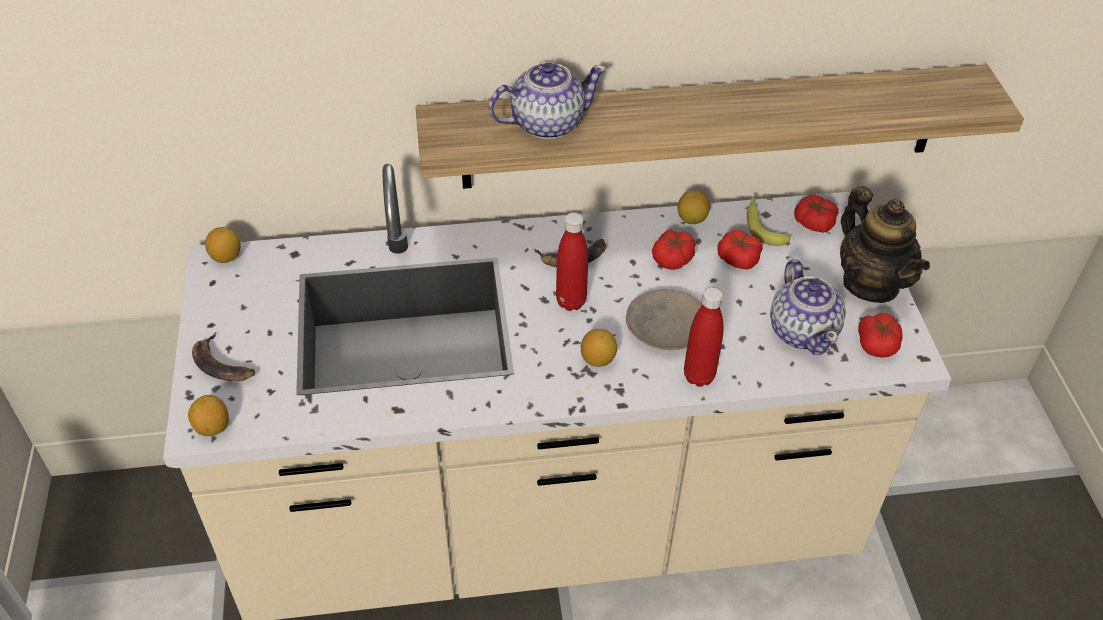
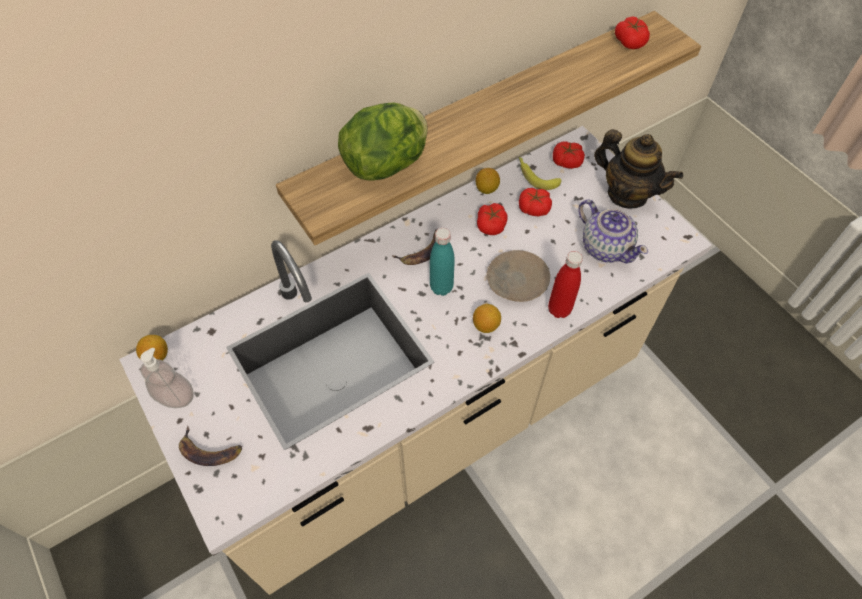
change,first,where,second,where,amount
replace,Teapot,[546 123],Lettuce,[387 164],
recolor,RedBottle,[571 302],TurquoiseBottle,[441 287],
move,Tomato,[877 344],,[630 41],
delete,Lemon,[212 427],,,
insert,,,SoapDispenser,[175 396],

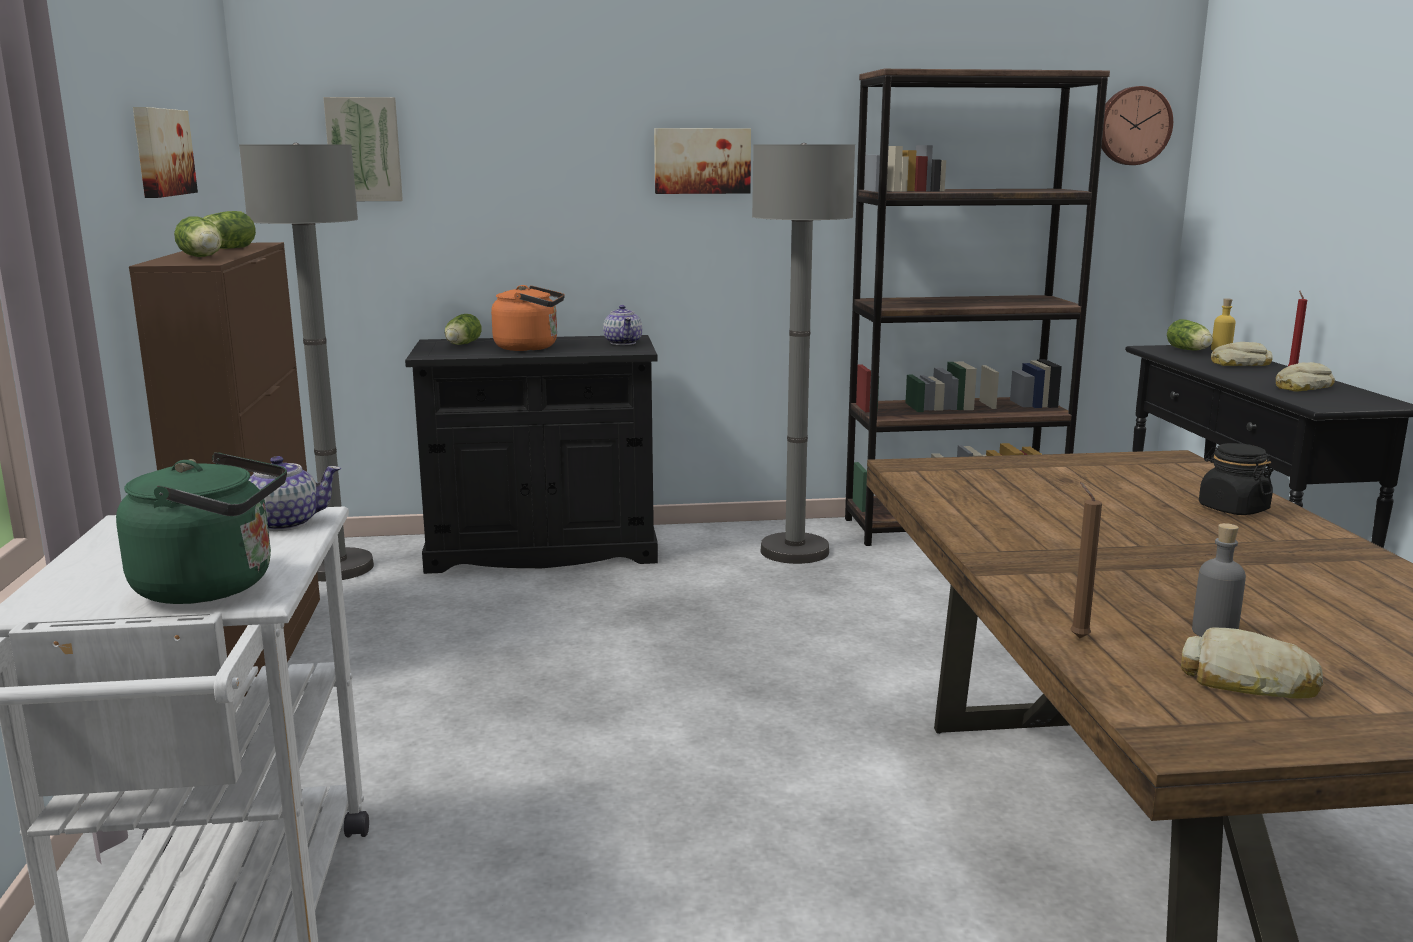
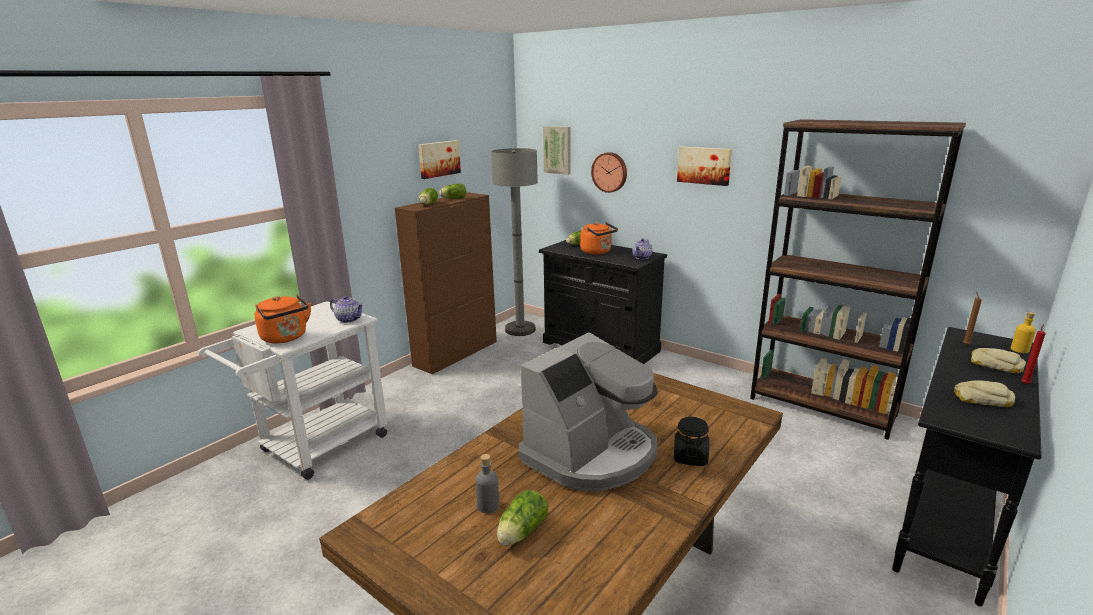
change,first,where,second,where,amount
move,WallClock,[1132 126],,[610 172],
delete,GreyFloorLamp,[794 551],,,
move,Lettuce,[1189 350],,[520 533],
recolor,GreenKettle,[214 586],OrangeKettle,[286 338],
move,BrownCandle,[1077 637],,[965 344],
delete,Bread,[1249 681],,,
insert,,,CoffeeMachine,[591 454],

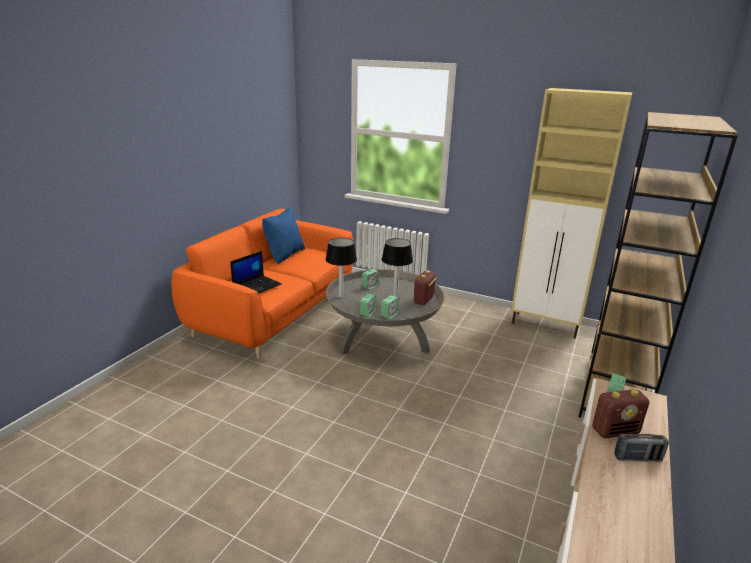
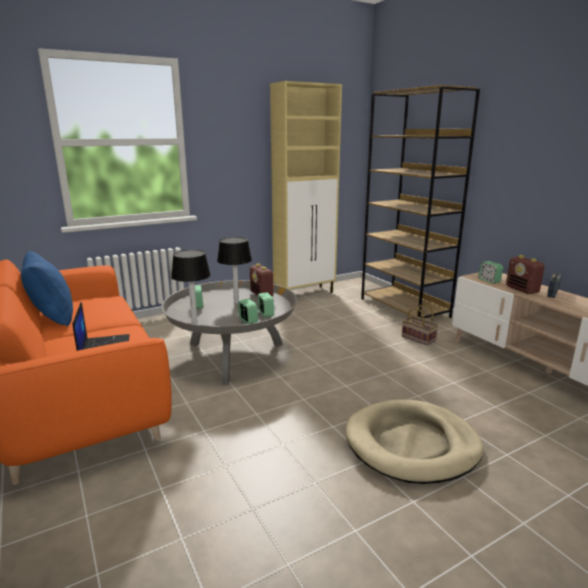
change,first,where,second,where,amount
rotate,Radio,[615 431],,[522 290],135 degrees clockwise
insert,,,Basket,[419 338],
insert,,,BeigeDogBed,[412 444],

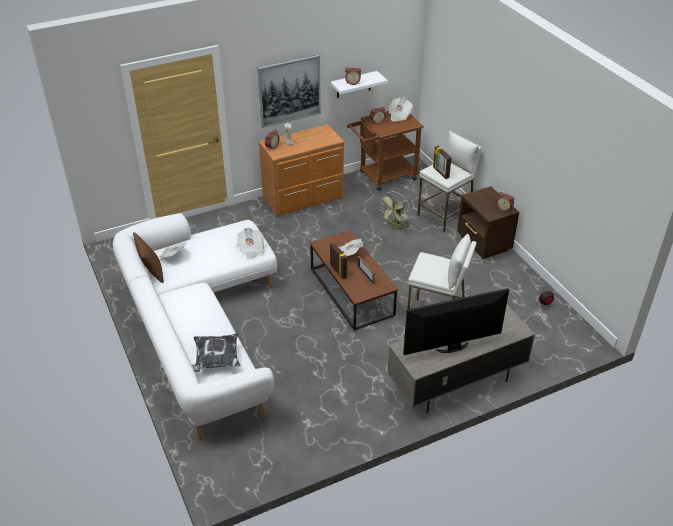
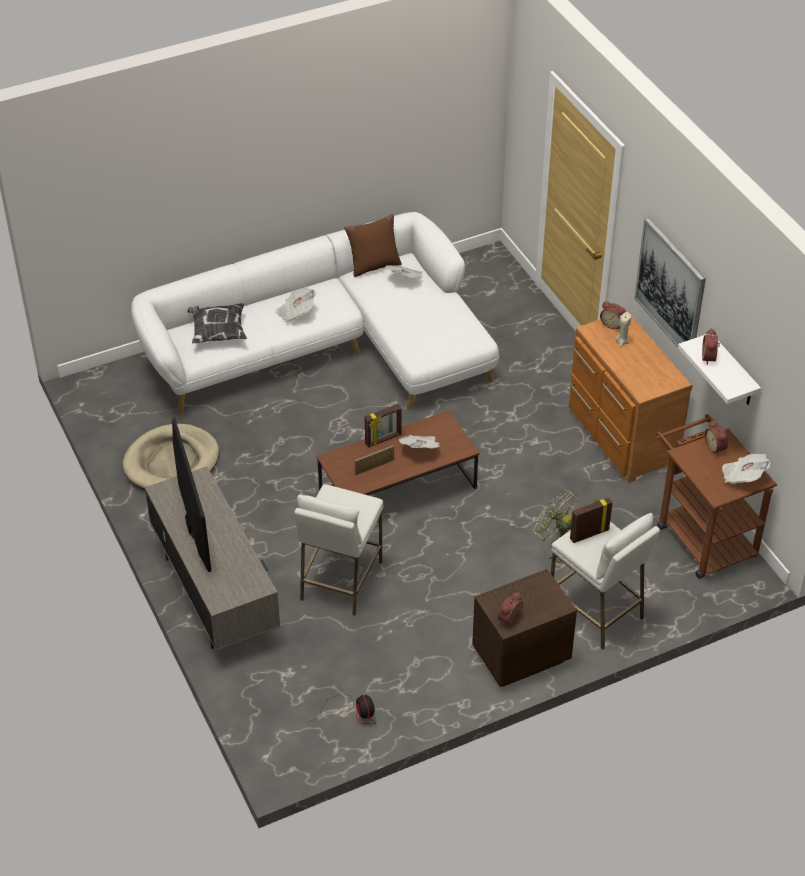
change,first,where,second,where,amount
move,Newspaper,[251 249],,[296 312],
insert,,,BeigeDogBed,[172 462],

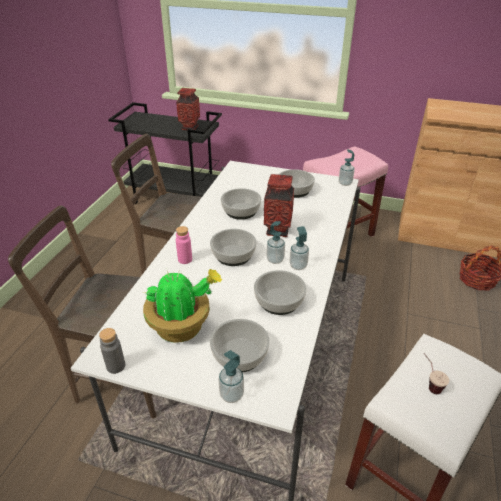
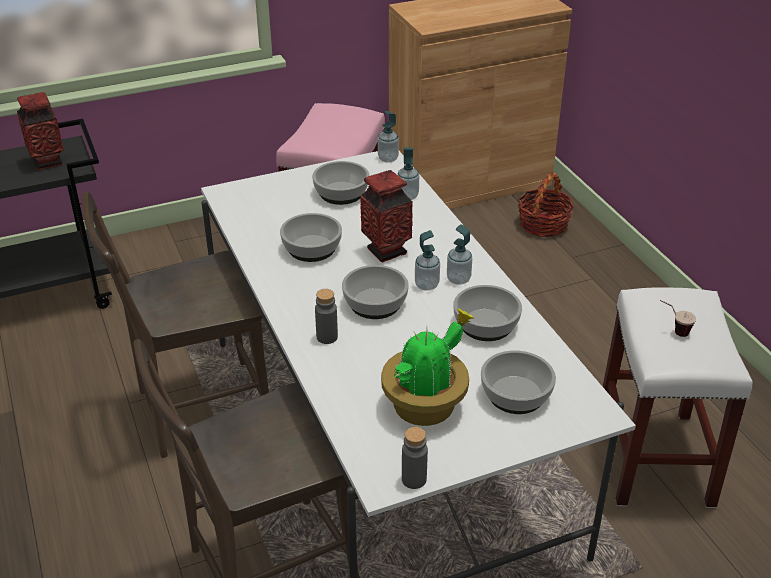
change,first,where,second,where,amount
recolor,PinkBottle,[185 259],GreyBottle,[327 337],
move,SoapDispenser,[231 395],,[407 196],

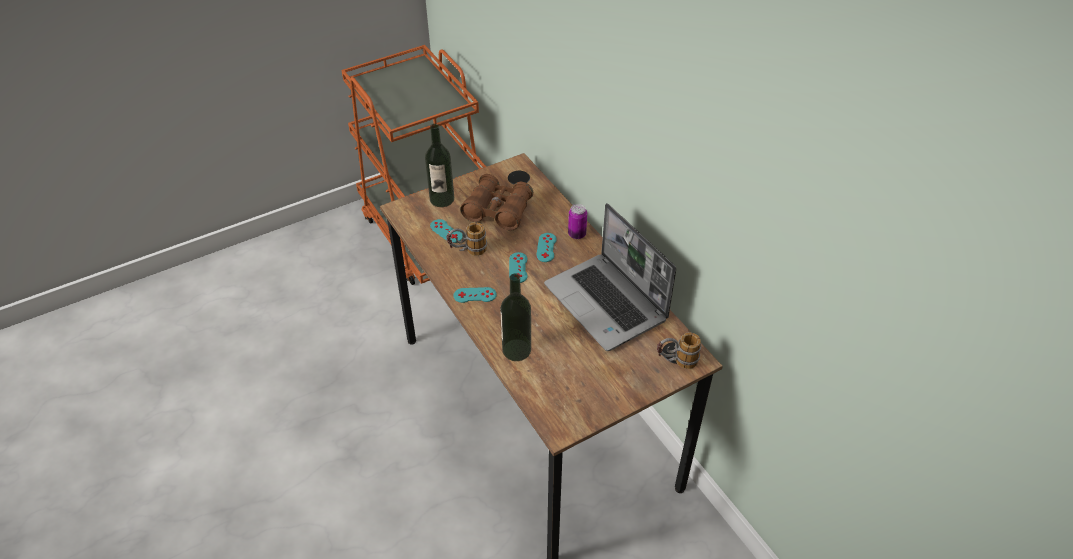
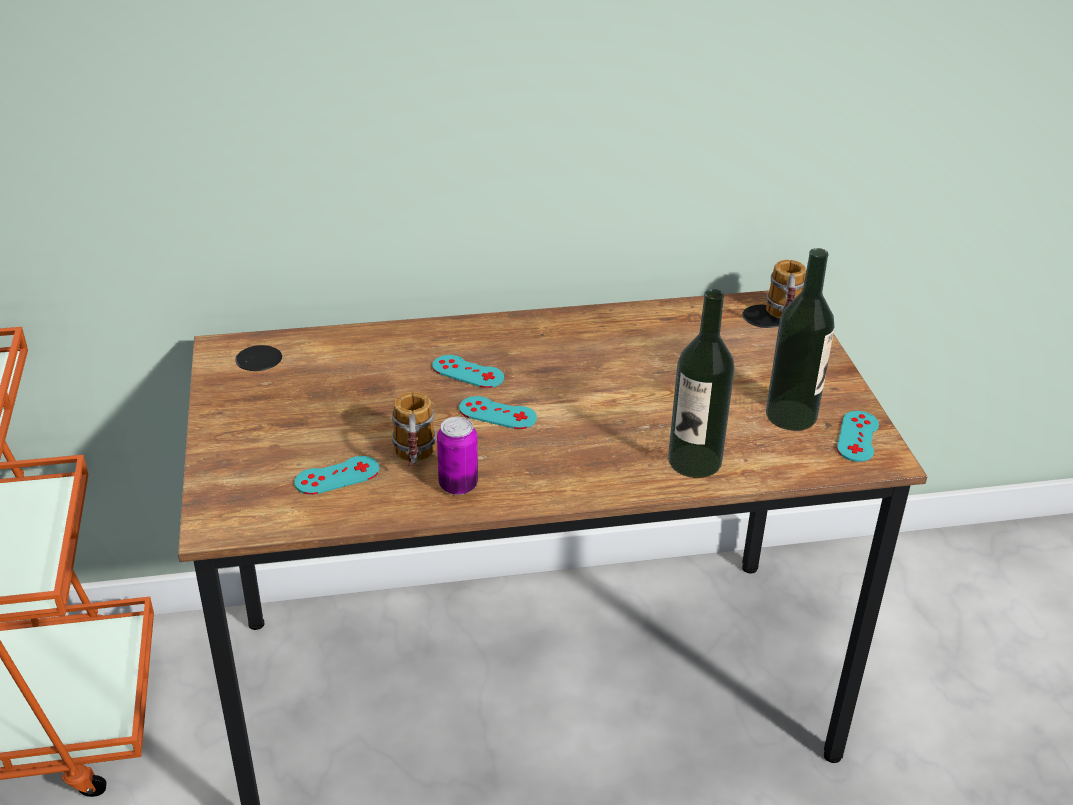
change,first,where,second,where,amount
move,Bottle,[442 199],,[791 415],
delete,BrownBinoculars,[498 211],,,
delete,Laptop,[607 303],,,
move,Can,[577 234],,[458 485],
move,TurquoiseGameController,[475 295],,[857 436],

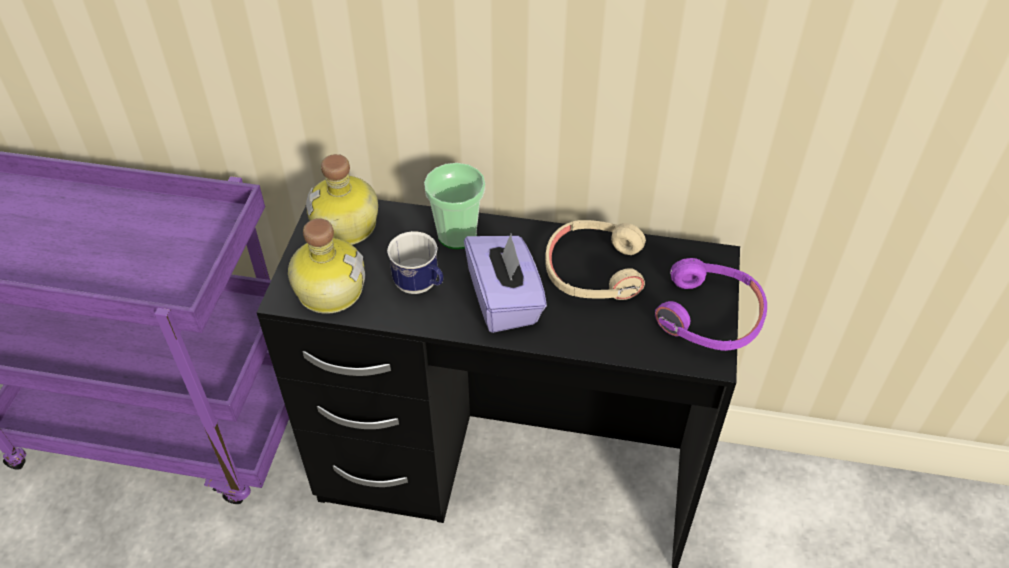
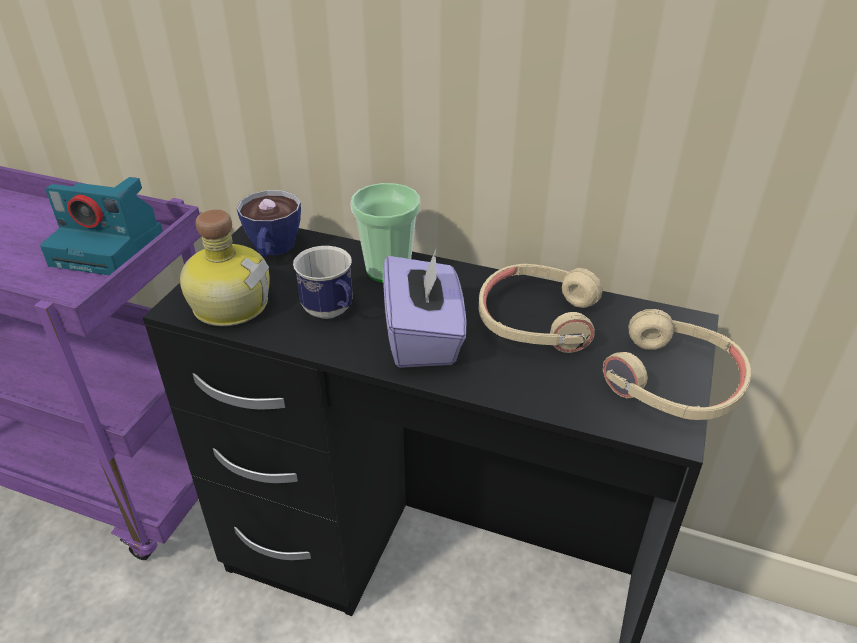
change,first,where,second,where,amount
replace,Bottle,[347 226],Cup,[273 250],
recolor,PurpleHeadphones,[710 316],BeigeHeadphones,[674 382],
insert,,,PhotoCamera,[110 247],

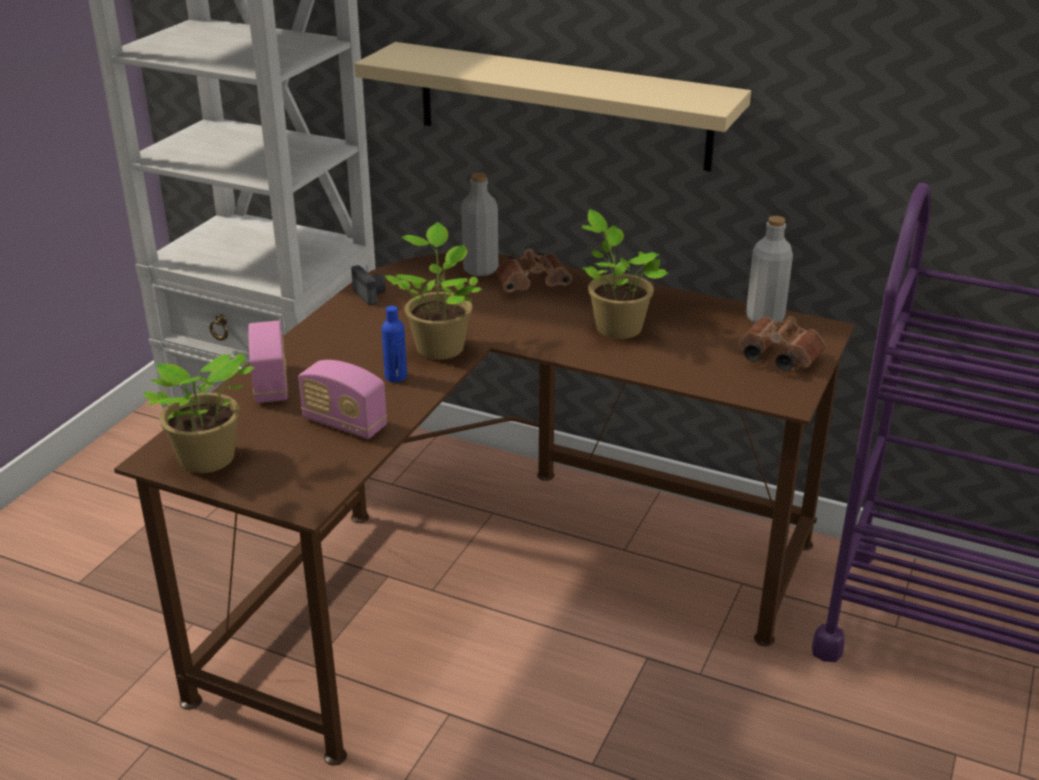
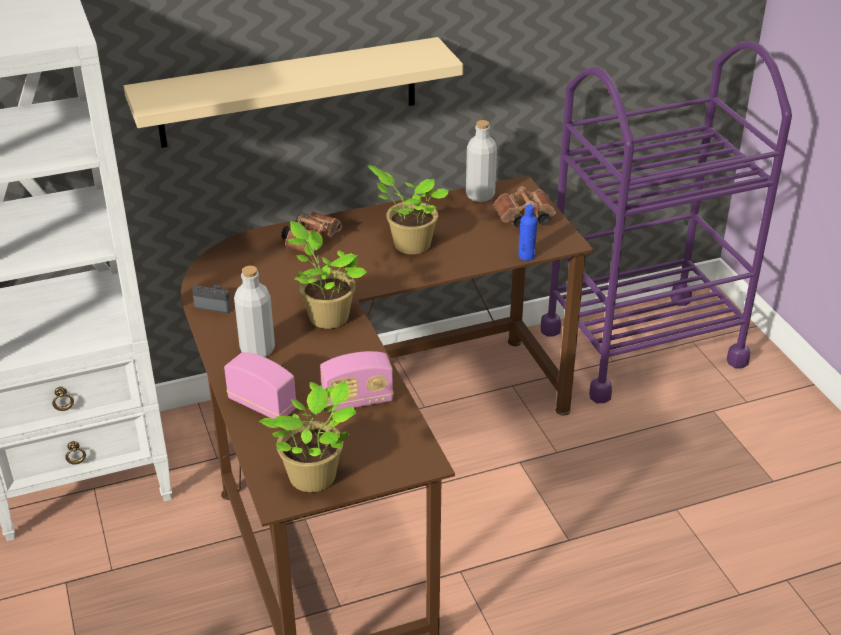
change,first,where,second,where,amount
move,GreyBottle,[480 269],,[257 350],
move,BlueBottle,[395 377],,[526 256],

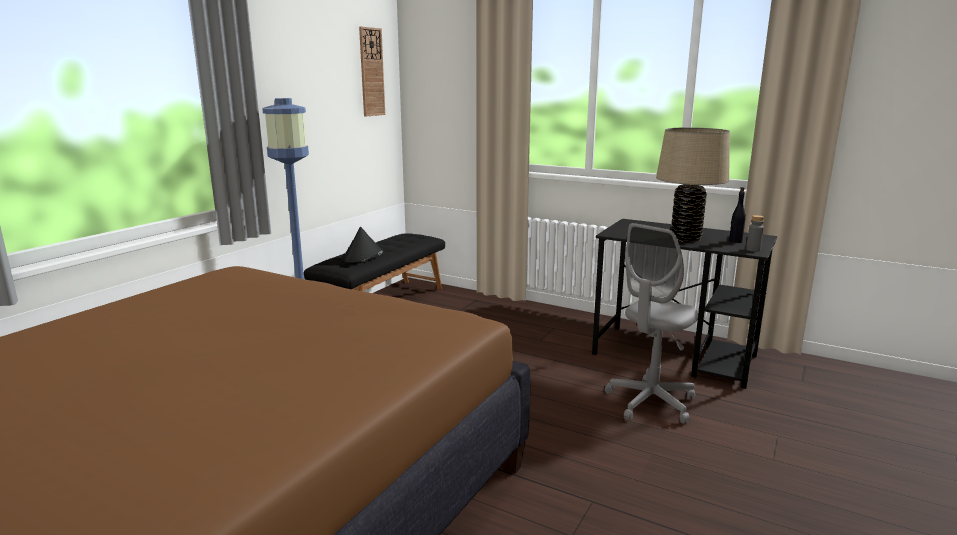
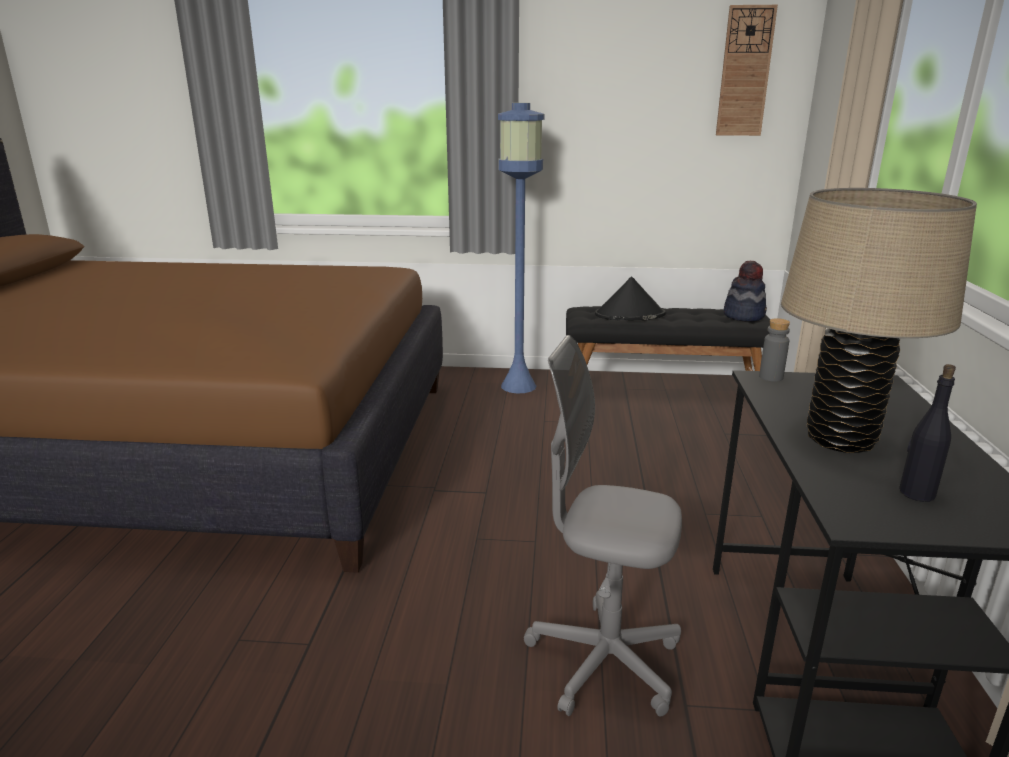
change,first,where,second,where,amount
move,GreyBottle,[753 250],,[771 377],
insert,,,Hat,[744 315],

